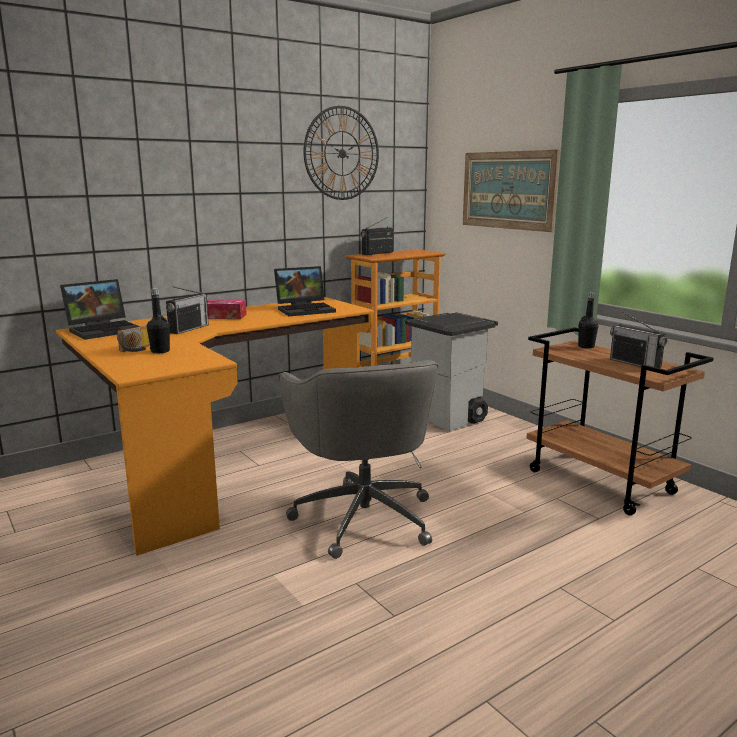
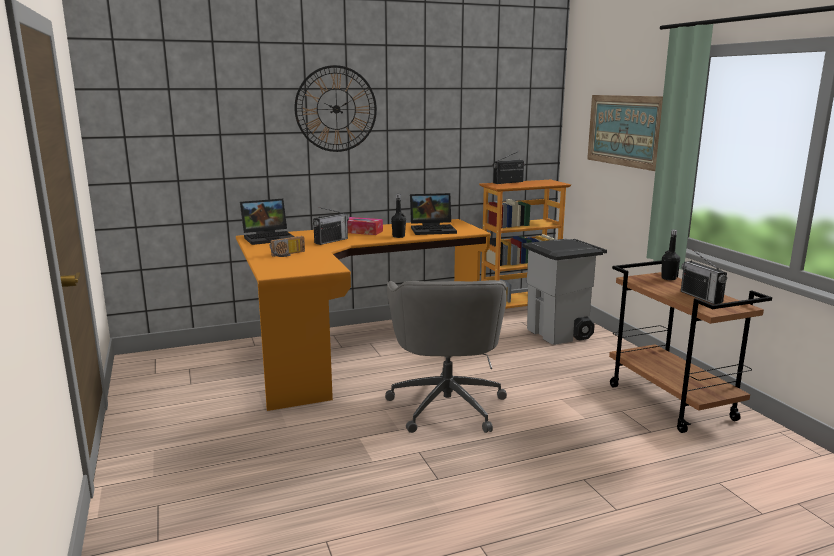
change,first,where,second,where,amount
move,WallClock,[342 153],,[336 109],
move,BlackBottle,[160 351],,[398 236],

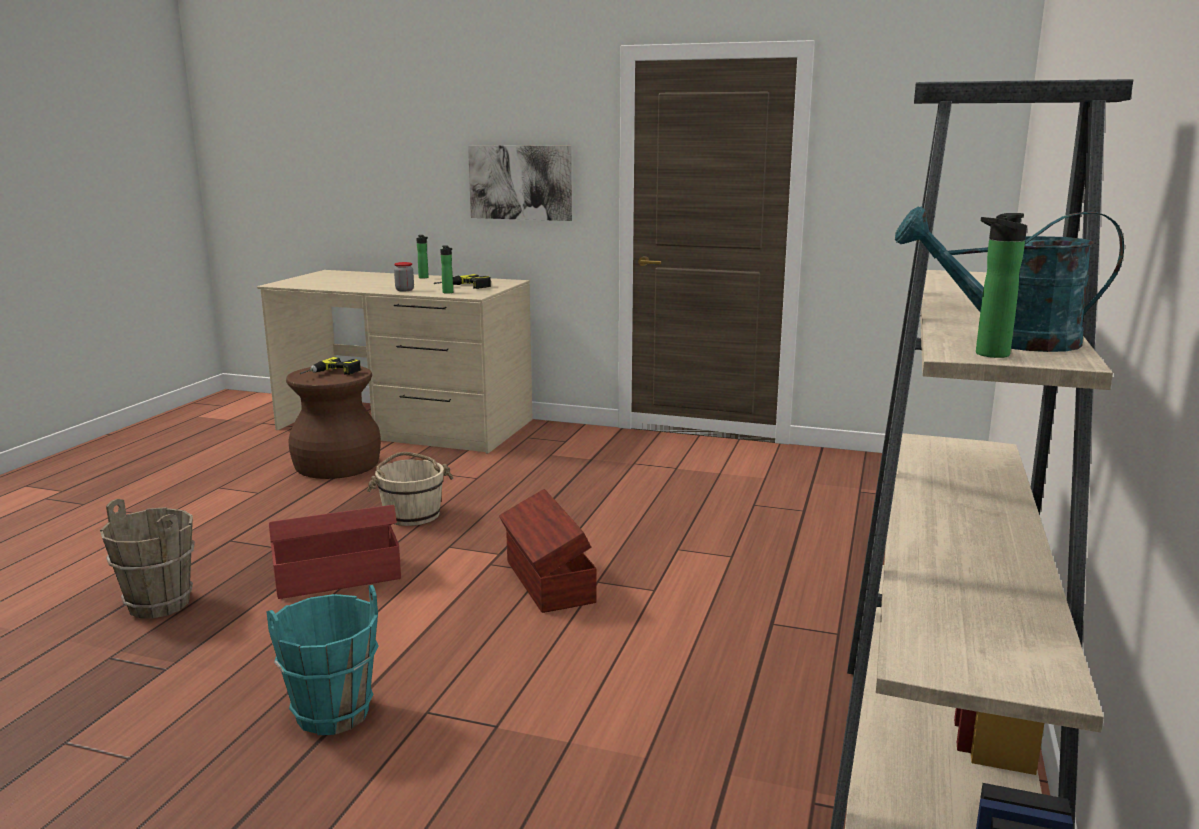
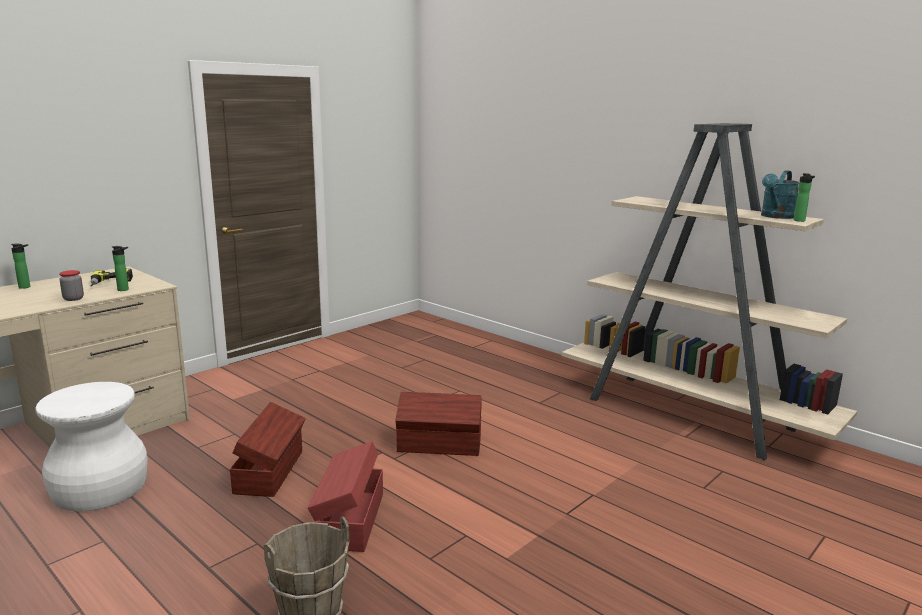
change,first,where,second,where,amount
delete,Picture,[521 182],,,
delete,PowerDrill,[331 373],,,
recolor,BrownStool,[336 466],WhiteStool,[100 489],
replace,BeigeBucket,[412 514],BrownStorageBox,[271 471],
delete,TurquoiseBucket,[332 713],,,

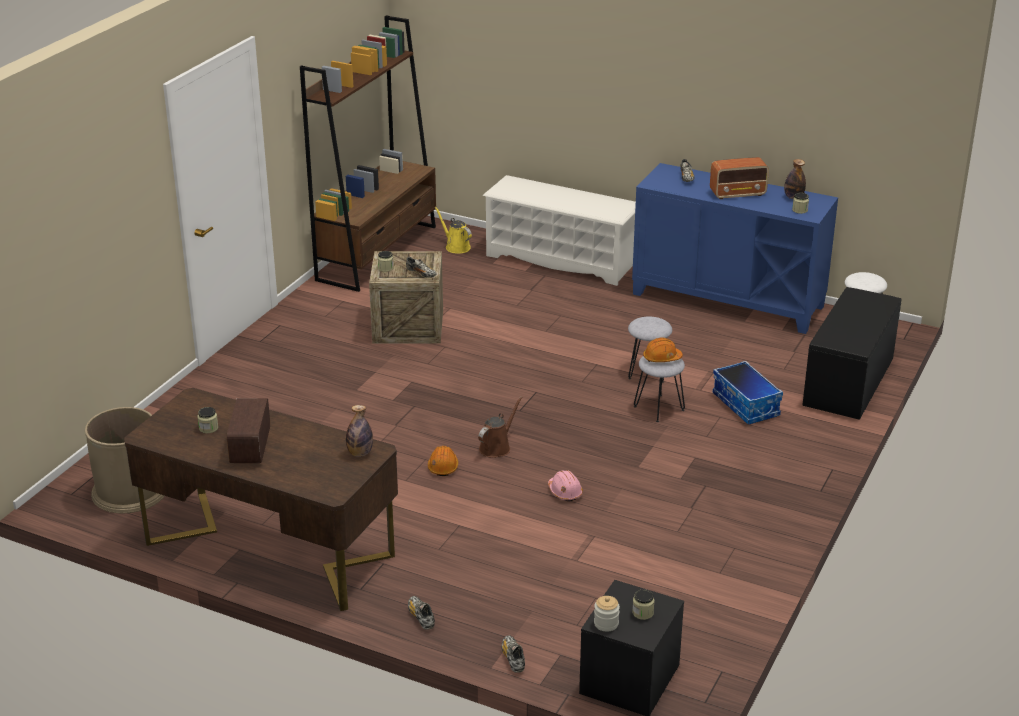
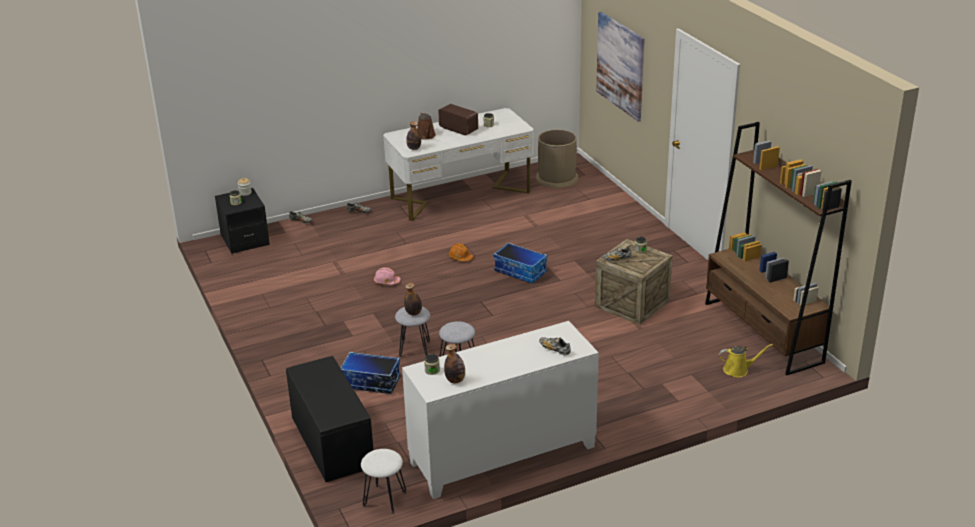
change,first,where,second,where,amount
delete,Radio,[738 194],,,
recolor,BlueCabinet,[728 300],WhiteCabinet,[503 455],
delete,WhiteShoeRack,[561 260],,,
replace,OrangeHardHat,[661 358],Bottle,[413 313],
recolor,BrownDesk,[269 549],WhiteDesk,[460 195],
move,BrownWateringCan,[496 447],,[426 136],
insert,,,Picture,[620 65],
insert,,,StorageBox,[521 271],

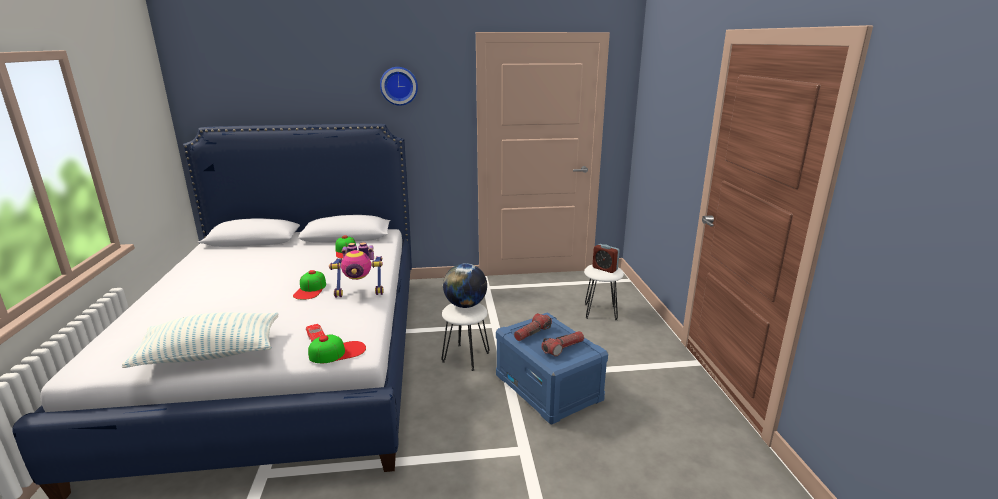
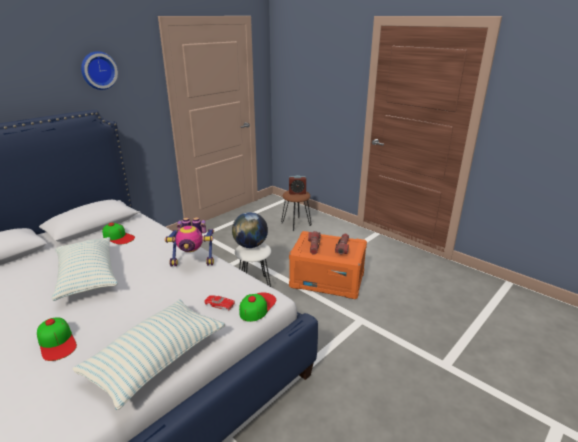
change,first,where,second,where,amount
rotate,ToyRobot,[360 292],,[193 262],45 degrees clockwise
recolor,WhiteStool,[601 312],BrownStool,[296 224],
move,Cap,[310 289],,[57 342],
recolor,BlueStorageBox,[549 388],OrangeStorageBox,[327 280],
insert,,,Pillow,[87 277],

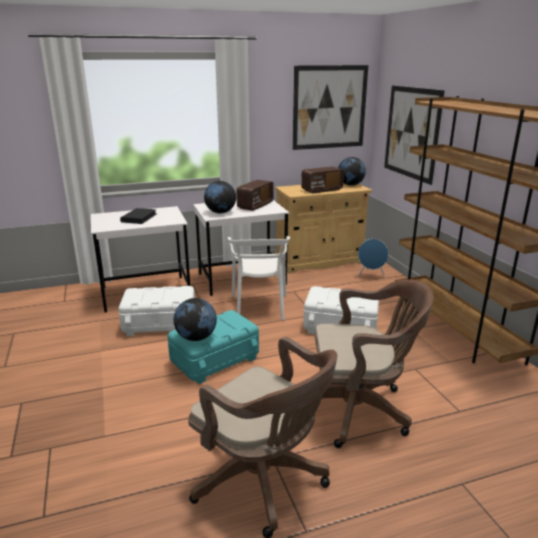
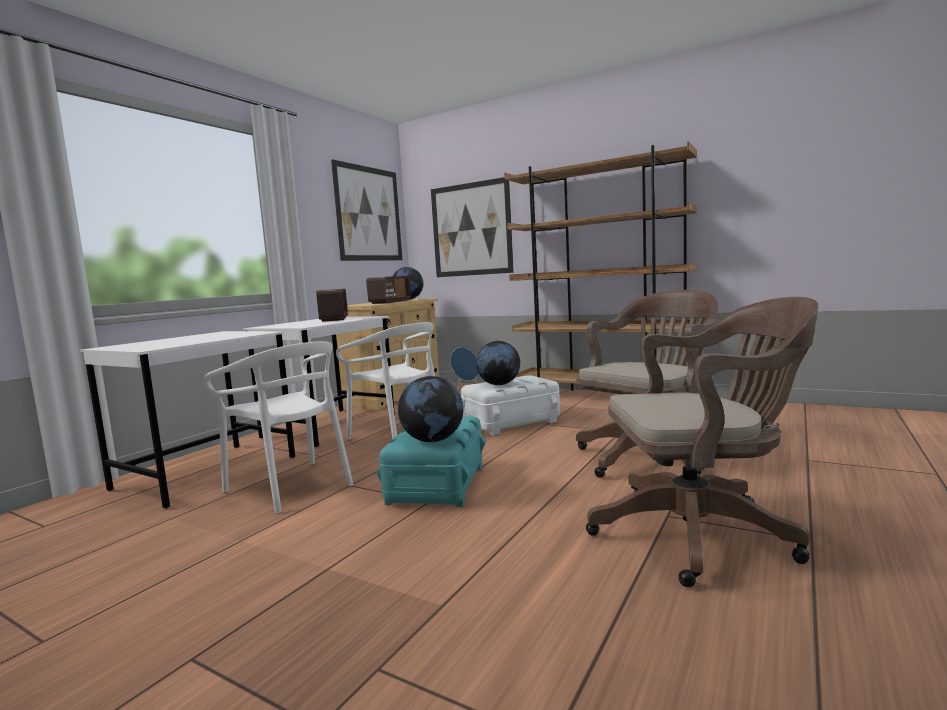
change,first,where,second,where,amount
move,Globe,[220 212],,[499 384],
delete,BlackBook,[139 218],,,
replace,WhiteStorageBox,[160 324],WhiteChair,[291 487],

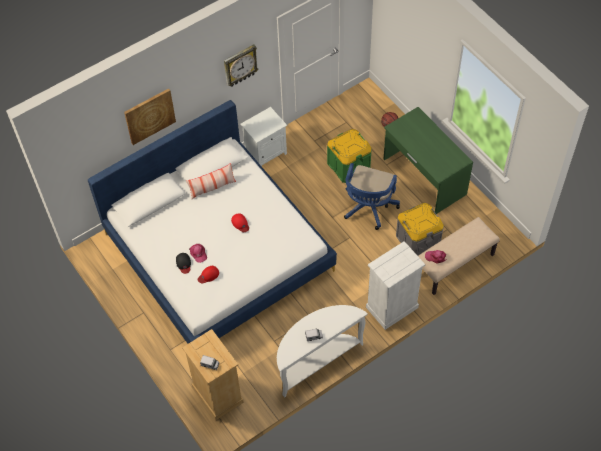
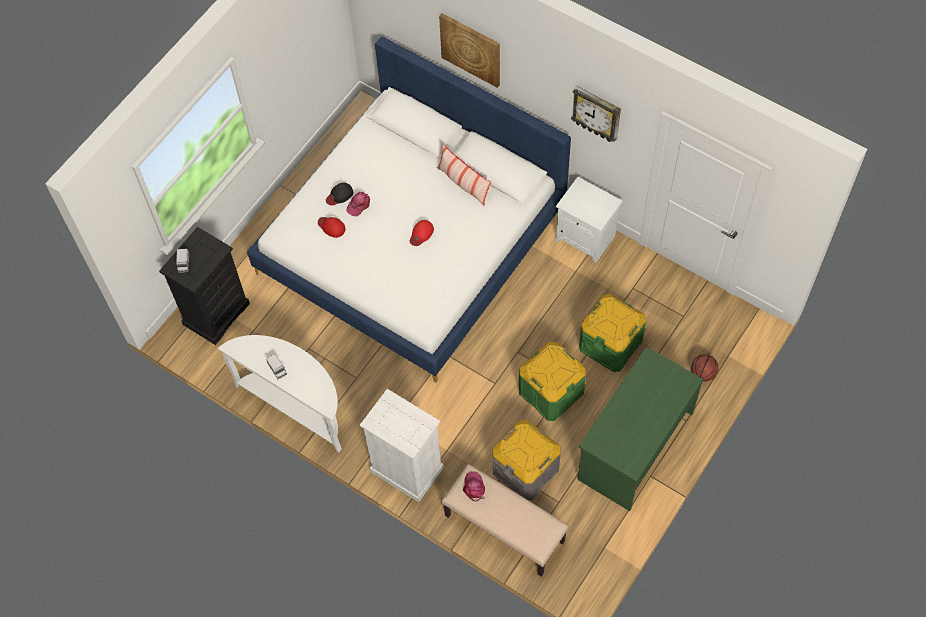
change,first,where,second,where,amount
replace,BlueOfficeChair,[368 208],GreenStorageBox,[550 391],
recolor,BeigeDresser,[217 394],BlackDresser,[216 313],

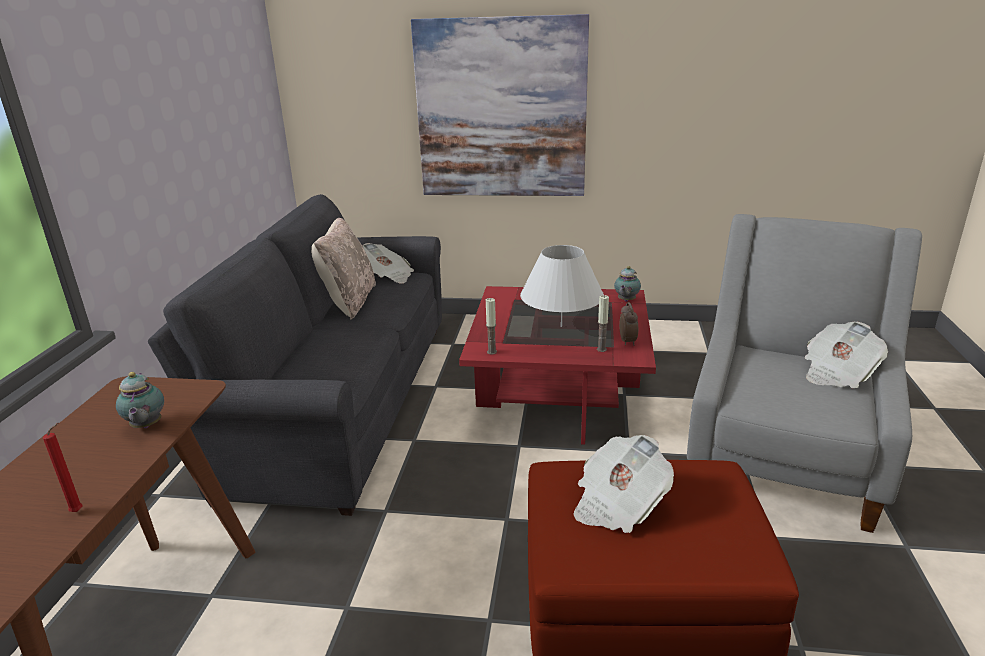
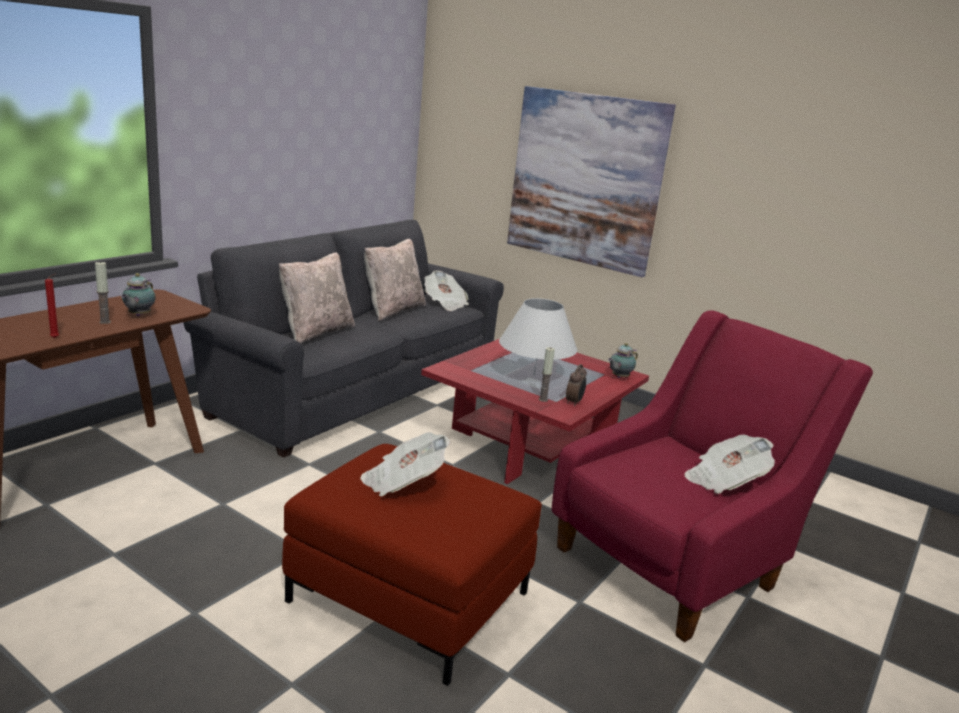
change,first,where,second,where,amount
recolor,GreyArmchair,[784 457],RedArmchair,[676 562],
move,Candle,[491 352],,[105 322],
insert,,,BeigePillow,[316 332],

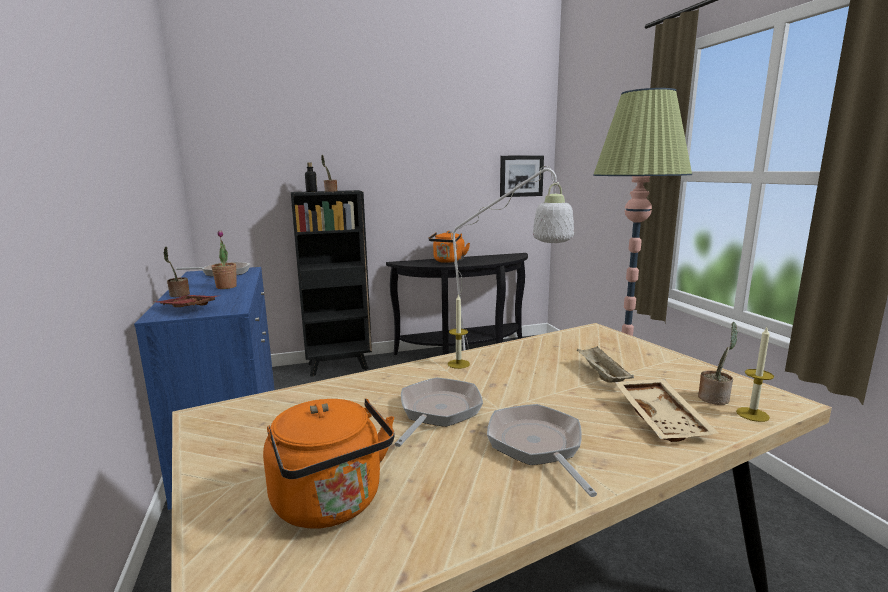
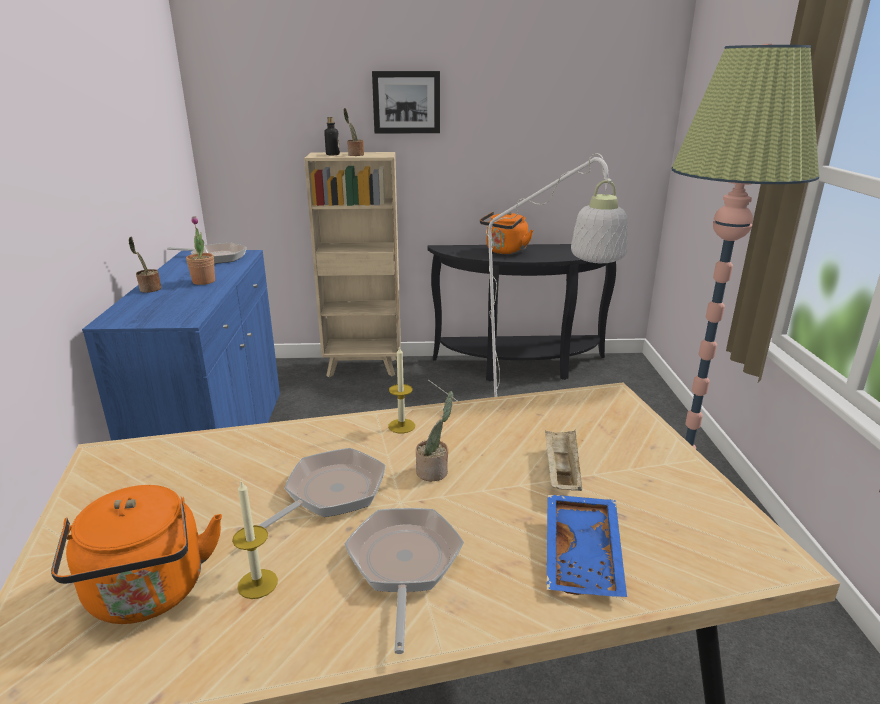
change,first,where,second,where,amount
move,Picture,[521 176],,[406 102],
recolor,BlackBookcase,[339 366],BeigeBookcase,[363 367],
delete,RedTray,[186 308],,,
move,PottedPlant,[715 398],,[434 471],
move,Candle,[752 414],,[257 584],
recolor,BeigeTray,[662 419],BlueTray,[584 556],

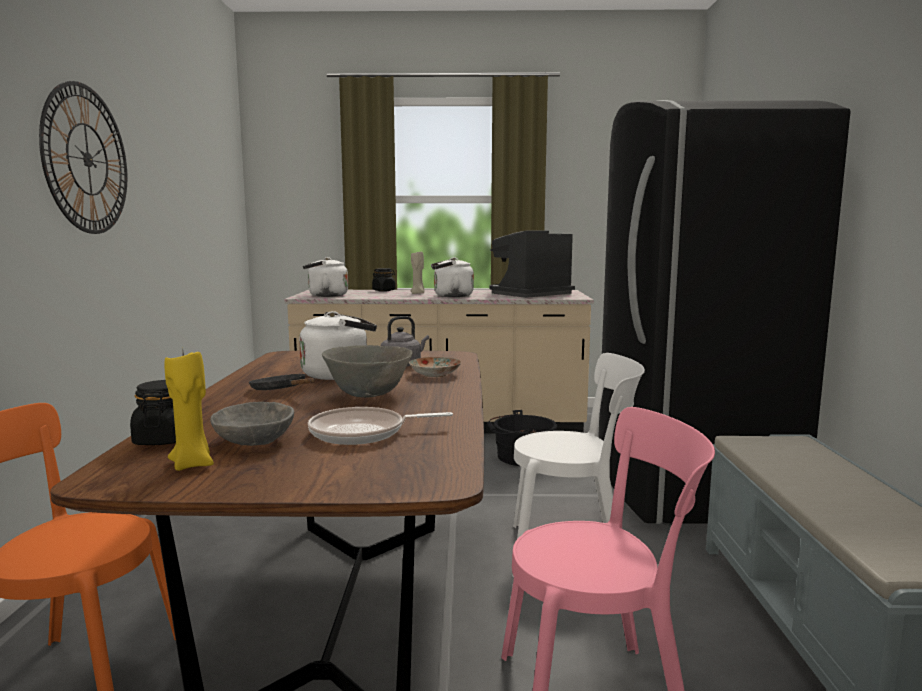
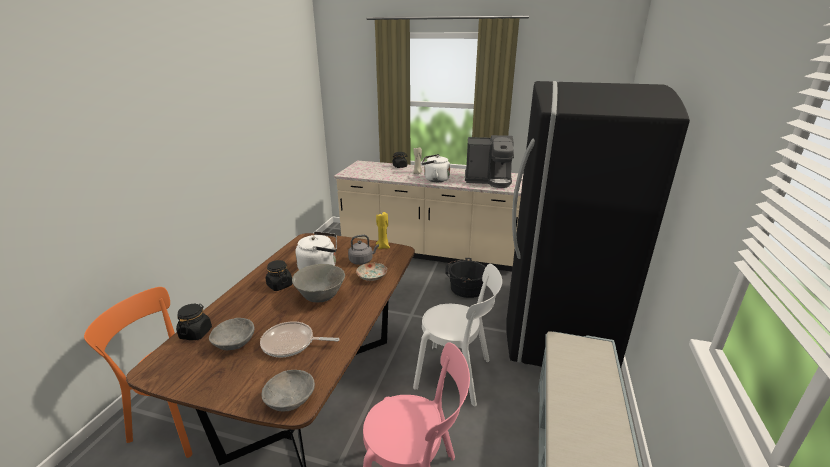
change,first,where,second,where,amount
delete,WallClock,[87 159],,,
rotate,CoffeeMachine,[530 294],,[488 180],150 degrees counterclockwise
delete,WhiteKettle,[325 295],,,
move,YellowCandle,[193 464],,[383 246],
replace,BlackFryingPan,[281 390],BlackJar,[279 285],
insert,,,GreyBowl,[291 400],

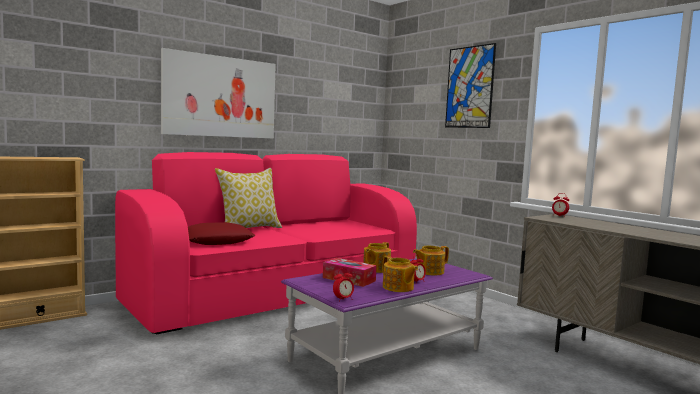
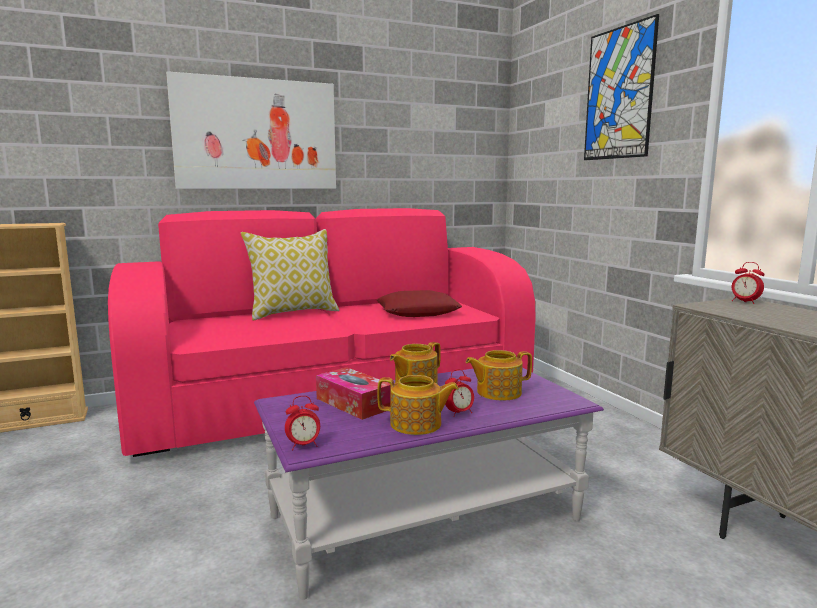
change,first,where,second,where,amount
move,RedPillow,[217 241],,[418 312],
rotate,Teapot,[398 288],,[417 424],60 degrees counterclockwise

